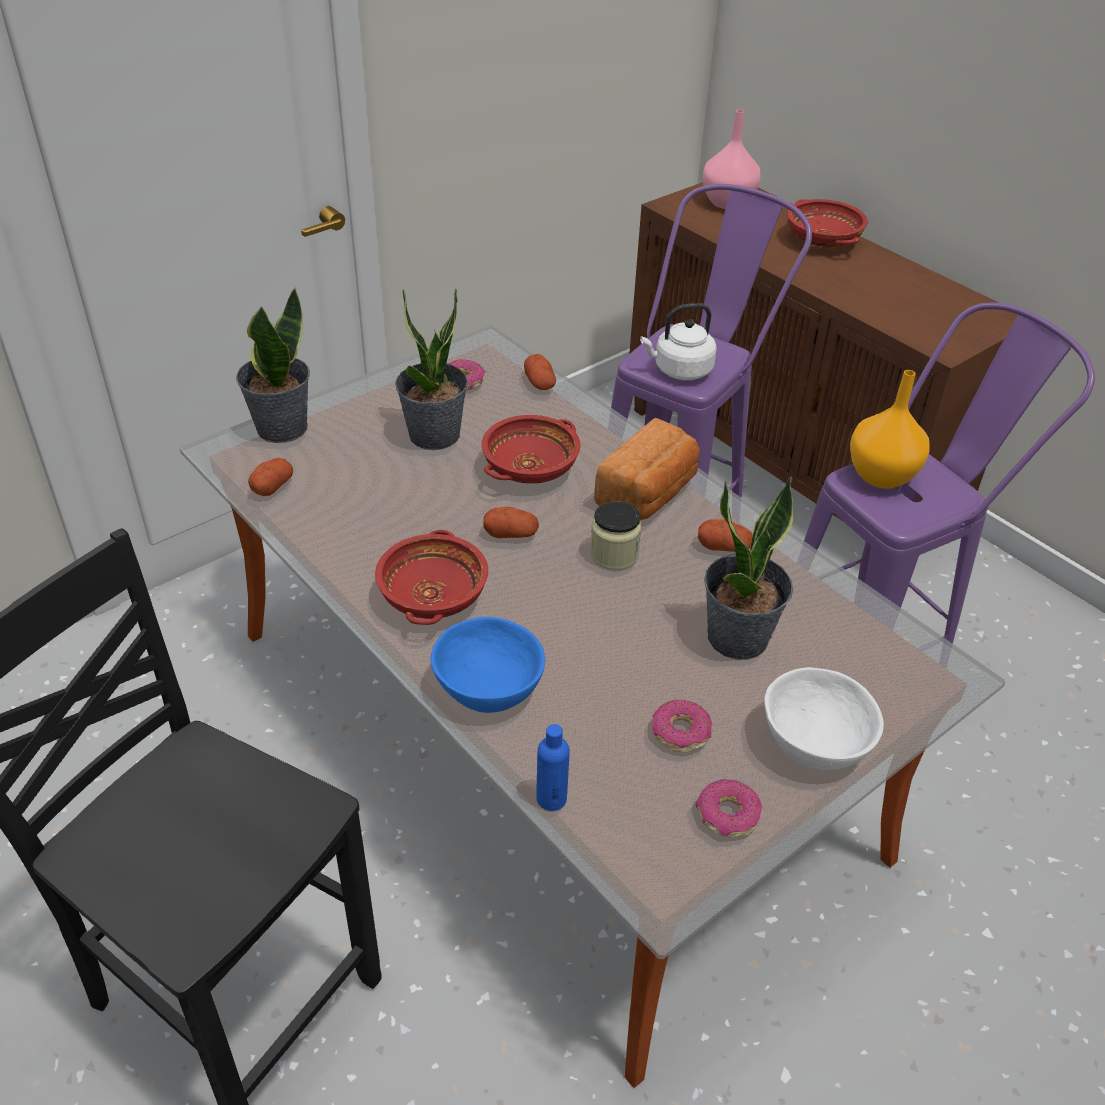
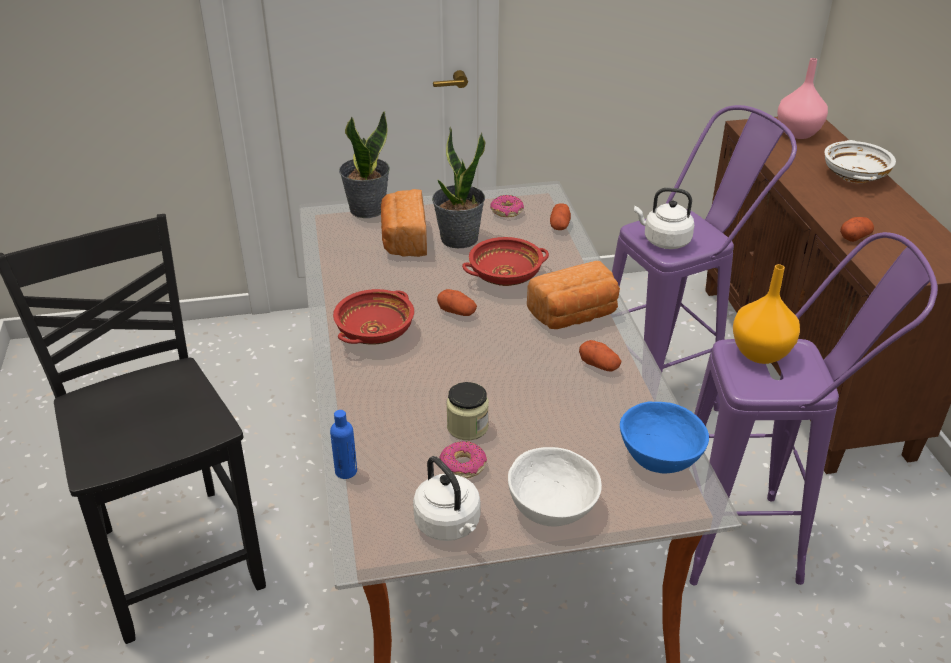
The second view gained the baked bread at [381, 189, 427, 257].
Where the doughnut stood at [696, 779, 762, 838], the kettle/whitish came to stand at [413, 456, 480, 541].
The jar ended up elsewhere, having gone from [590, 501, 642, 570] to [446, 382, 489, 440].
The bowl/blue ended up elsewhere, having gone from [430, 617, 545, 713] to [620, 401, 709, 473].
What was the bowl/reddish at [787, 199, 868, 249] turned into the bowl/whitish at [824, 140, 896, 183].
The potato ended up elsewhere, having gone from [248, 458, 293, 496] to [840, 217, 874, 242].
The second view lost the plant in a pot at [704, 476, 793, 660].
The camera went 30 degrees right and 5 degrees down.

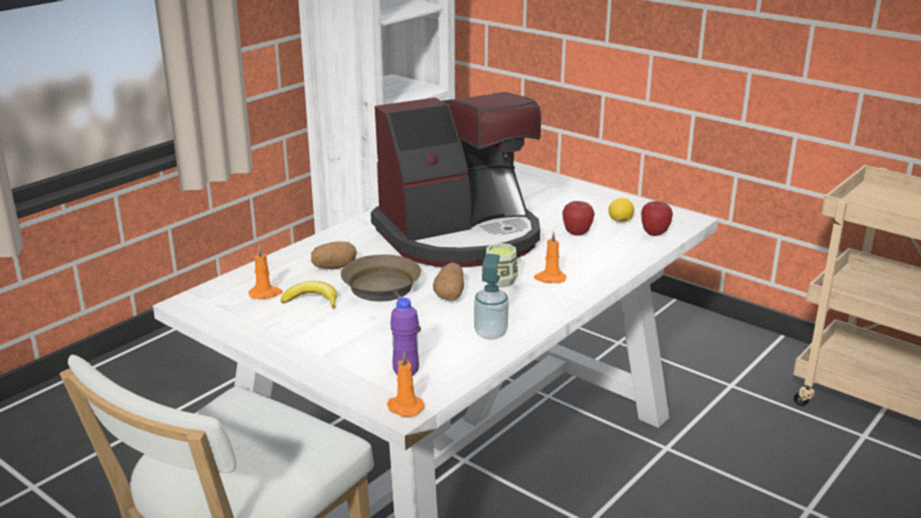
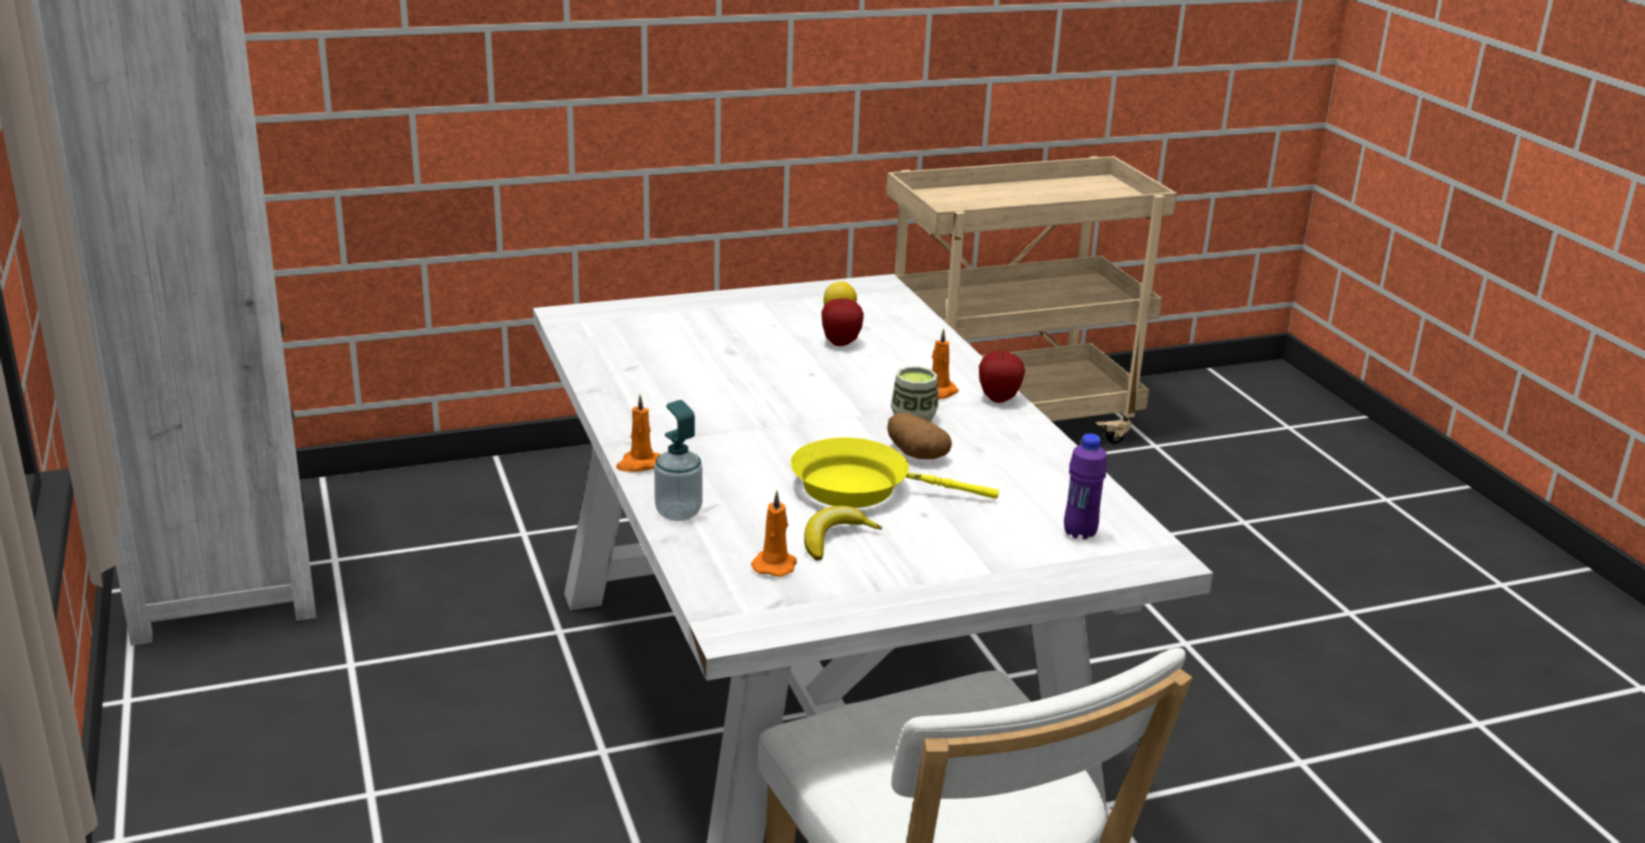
The candle/orange-coloured ended up elsewhere, having gone from [387, 352, 425, 417] to [616, 395, 661, 472].
The soap bottle ended up elsewhere, having gone from [474, 253, 509, 340] to [654, 400, 703, 521].
What was the pan/brown-coloured at [341, 254, 421, 333] turned into the pan/yellow at [791, 437, 999, 508].
The whole apple ended up elsewhere, having gone from [641, 201, 673, 236] to [979, 351, 1025, 403].
The second view lost the potato at [311, 241, 357, 269].
The second view lost the coffee brewer at [371, 92, 541, 268].
The camera went 60 degrees left and 0 degrees up.

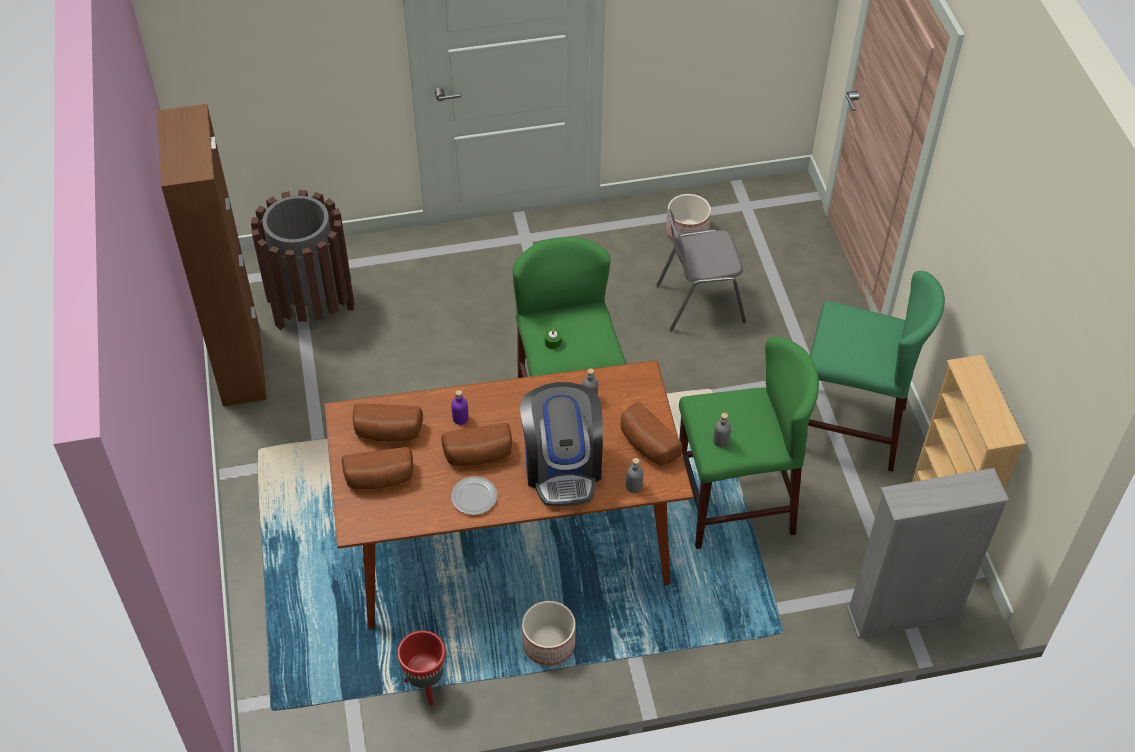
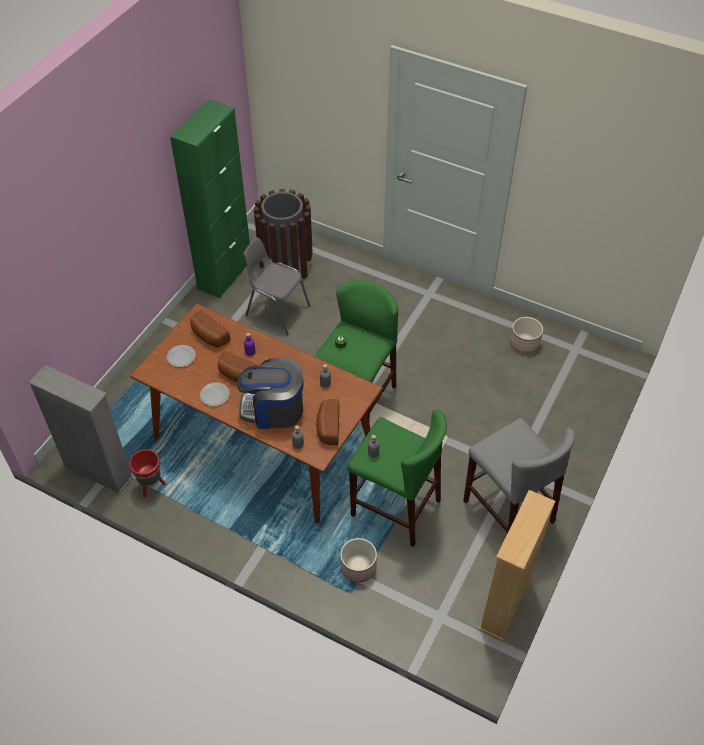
The bookshelf/gray ended up elsewhere, having gone from [846, 468, 1009, 638] to [28, 365, 134, 494].
Where the baked bread stood at [342, 447, 413, 489], the plate came to stand at [167, 345, 196, 367].
What was the storage cabinet/brown-coloured at [157, 104, 267, 406] turned into the storage cabinet/greenish at [170, 99, 250, 298].
The coffee brewer at [520, 382, 603, 507] ended up facing another way, 60 degrees clockwise from before.
The upright chair/gray ended up elsewhere, having gone from [656, 209, 746, 332] to [244, 238, 311, 335].
The flower pot ended up elsewhere, having gone from [522, 601, 576, 666] to [340, 538, 377, 582].
What was the stool/greenish at [808, 271, 945, 472] turned into the stool/gray at [463, 418, 575, 534].
The camera went 40 degrees right and 0 degrees up.

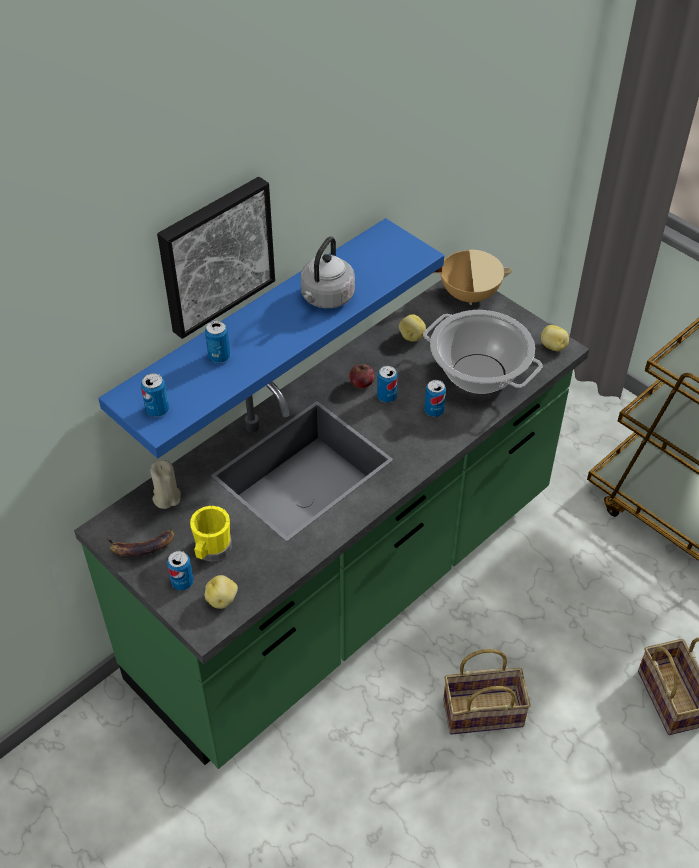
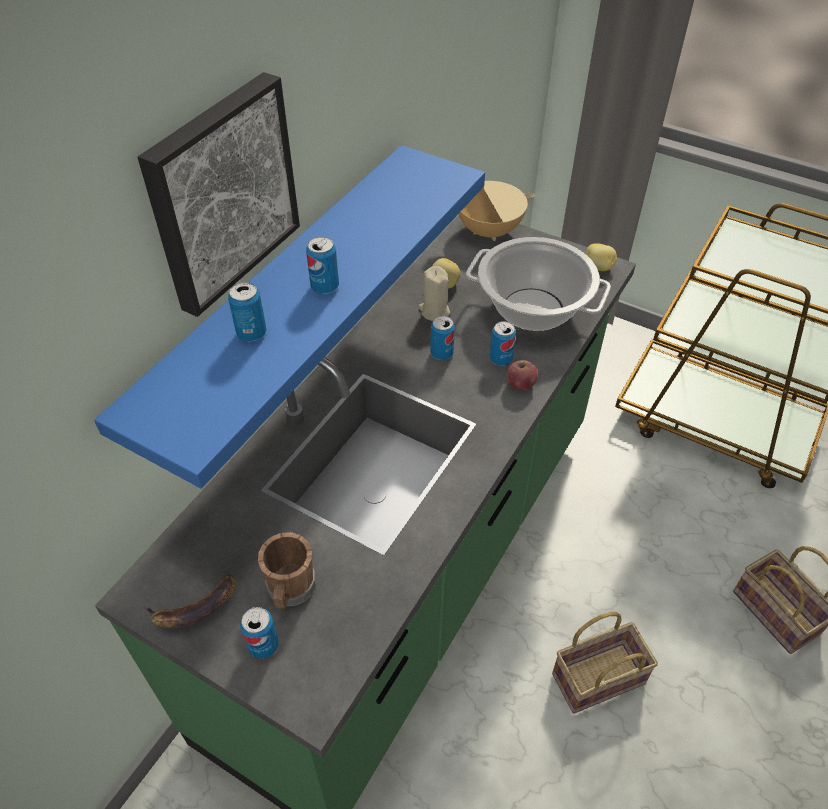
What was the mug/yellow at [190, 506, 232, 561] turned into the mug/brown-coloured at [258, 532, 316, 609].
The sealed can ended up elsewhere, having gone from [141, 373, 169, 417] to [306, 237, 339, 294].
The candle/beige ended up elsewhere, having gone from [150, 460, 181, 509] to [418, 266, 450, 321].
The whole apple ended up elsewhere, having gone from [349, 364, 375, 388] to [507, 360, 538, 391].
The second view lost the potato at [205, 575, 238, 609].
The second view lost the kettle/gray at [301, 236, 355, 308].
The camera went 15 degrees left and 0 degrees up.

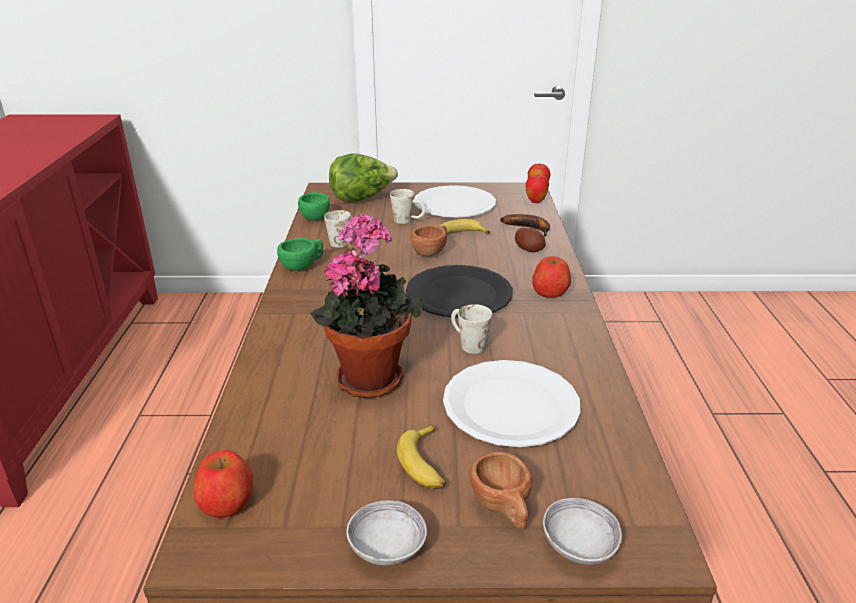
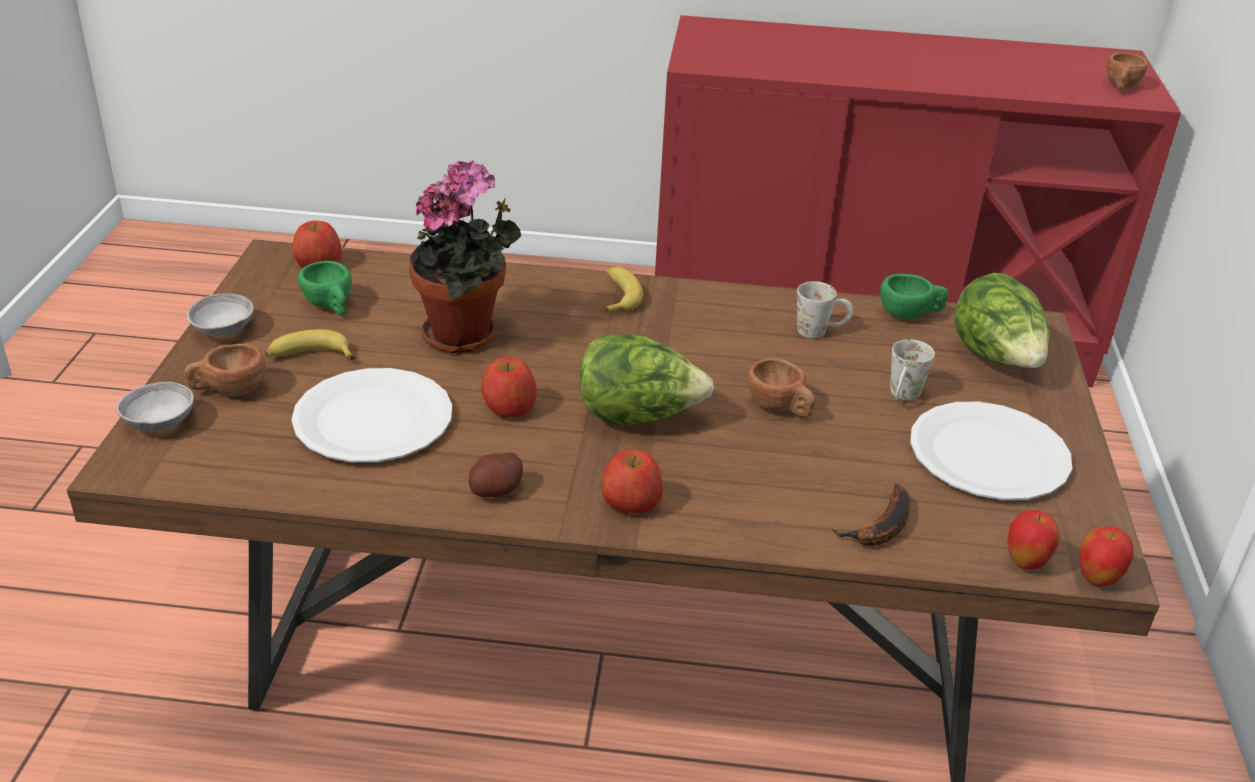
The drinking cup/greenish ended up elsewhere, having gone from [277, 238, 324, 271] to [298, 261, 352, 315].
The potato ended up elsewhere, having gone from [515, 228, 546, 252] to [469, 452, 523, 497].
Where the mug/whitish stood at [451, 304, 492, 354], the whole apple came to stand at [481, 357, 536, 417].
Where the plate/blackish stood at [406, 265, 513, 318], the head of lettuce came to stand at [579, 334, 714, 425].
The whole banana ended up elsewhere, having gone from [440, 219, 491, 235] to [605, 267, 643, 313].
The second view gained the drinking cup/brown-coloured at [1107, 53, 1148, 91].
The camera went 95 degrees right and 5 degrees up.

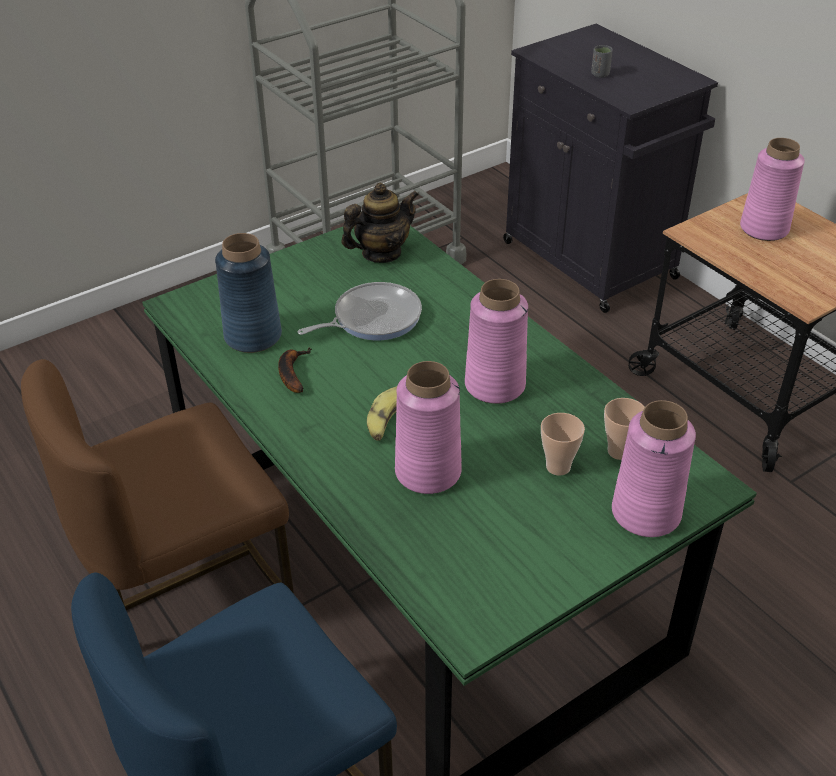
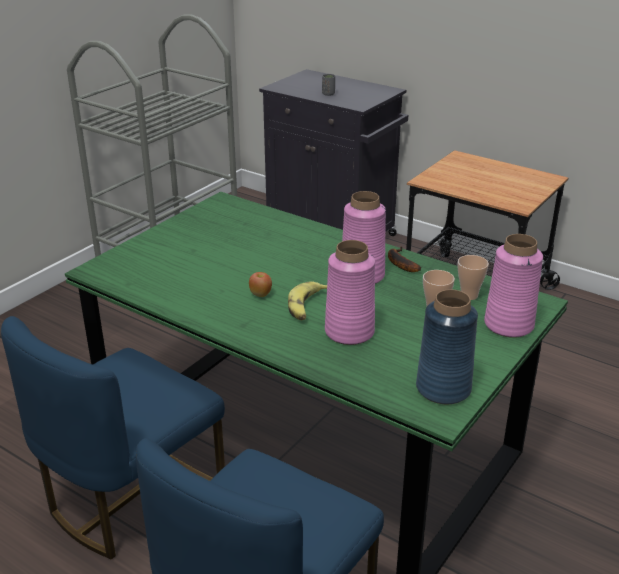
What was the upright chair/brown-coloured at [21, 359, 294, 610] turned into the upright chair/blue at [1, 316, 225, 560].
The second view gained the whole apple at [249, 272, 272, 297].
The whole banana ended up elsewhere, having gone from [278, 348, 312, 393] to [388, 247, 421, 272].
The flower vase/blue ended up elsewhere, having gone from [215, 233, 282, 353] to [416, 289, 478, 404].
The second view lost the pan at [297, 282, 422, 341].
The second view lost the teapot at [341, 183, 419, 263].
The second view lost the flower vase/pink-coloured at [740, 138, 805, 241].
The camera went 20 degrees left and 10 degrees down.

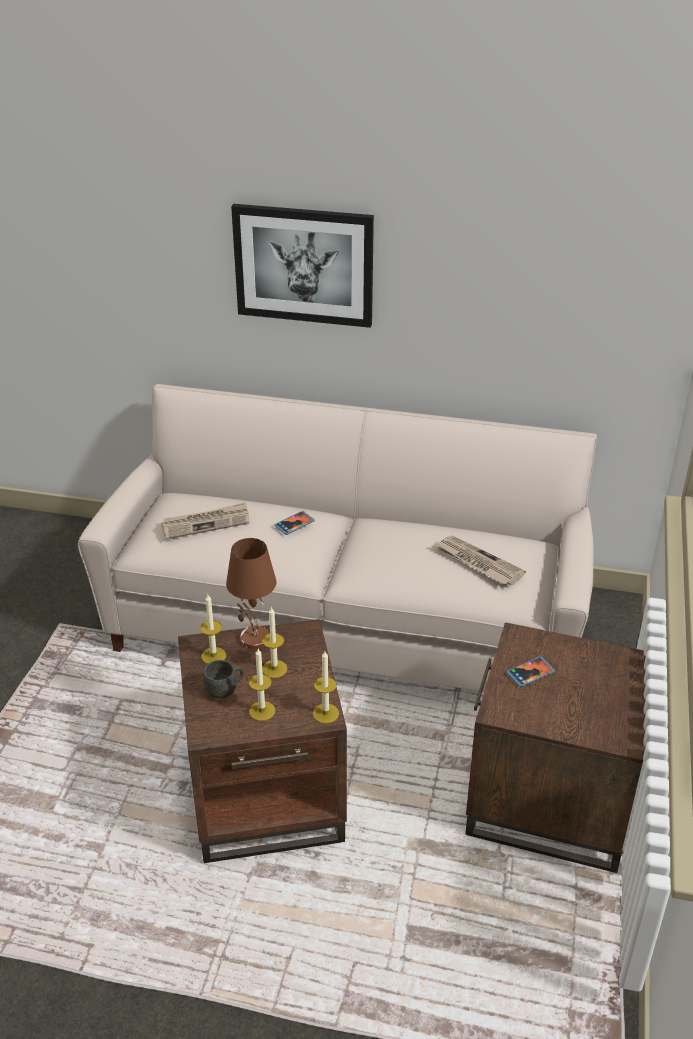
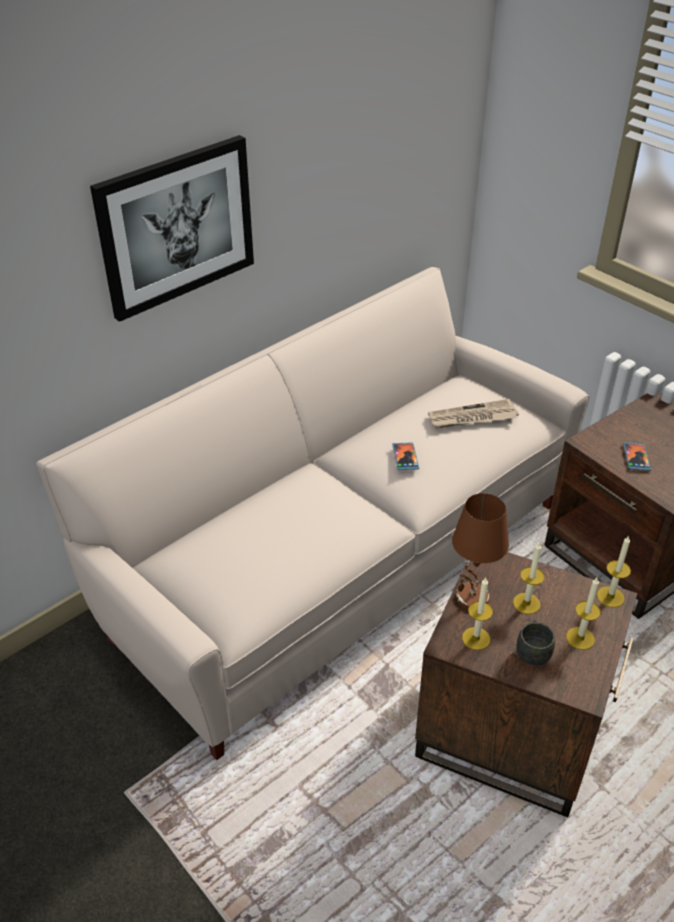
The handset ended up elsewhere, having gone from [274, 511, 315, 535] to [392, 442, 419, 470].
The second view lost the daily paper at [161, 502, 249, 540].
The camera went 55 degrees left and 5 degrees up.

